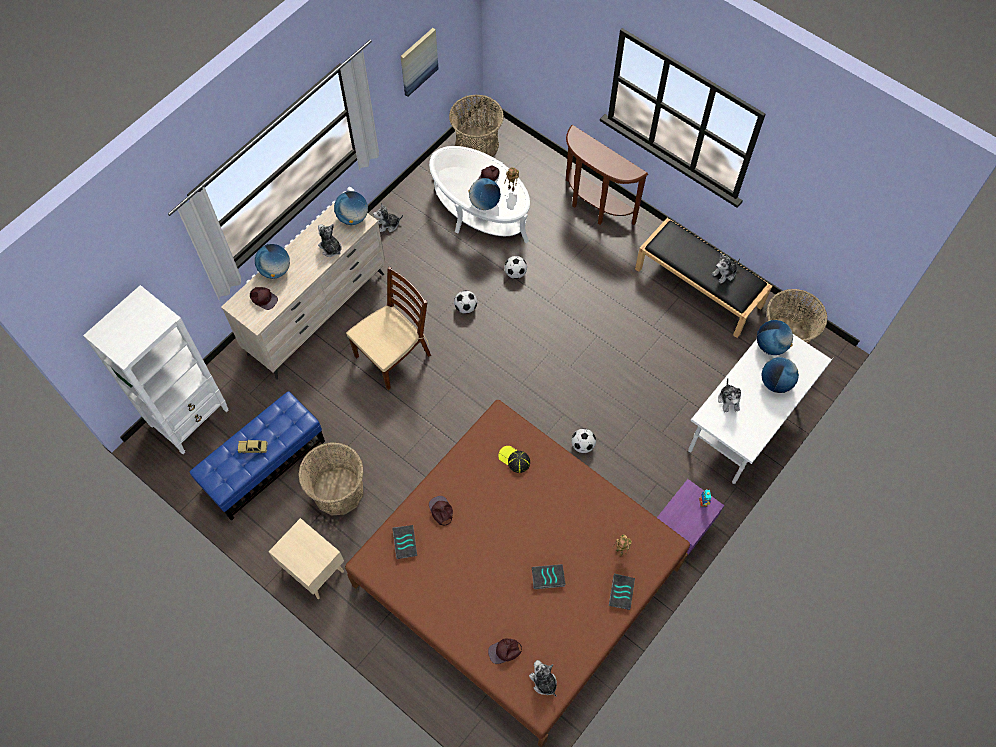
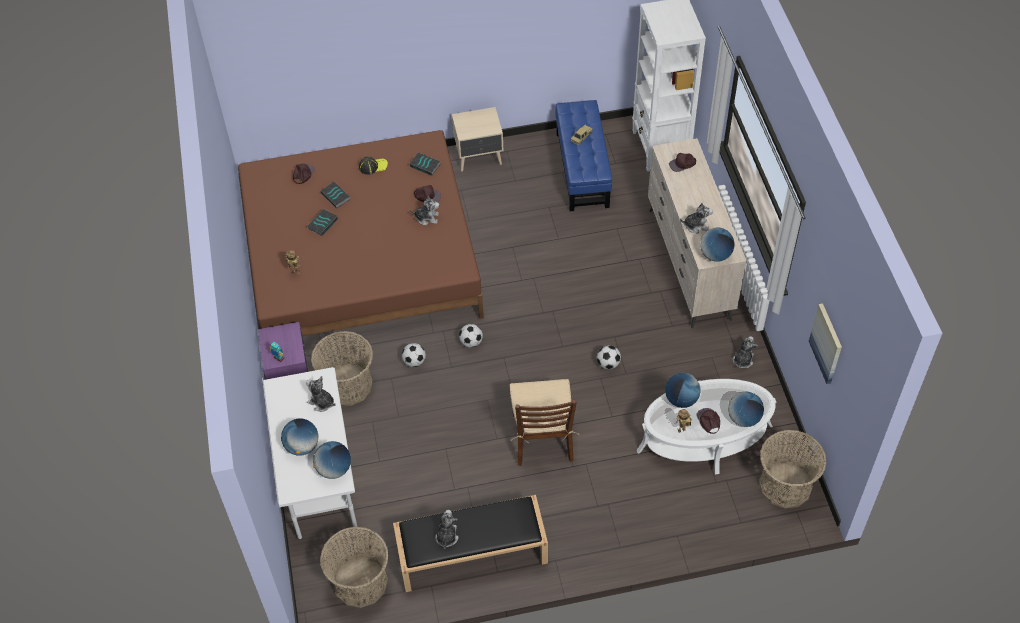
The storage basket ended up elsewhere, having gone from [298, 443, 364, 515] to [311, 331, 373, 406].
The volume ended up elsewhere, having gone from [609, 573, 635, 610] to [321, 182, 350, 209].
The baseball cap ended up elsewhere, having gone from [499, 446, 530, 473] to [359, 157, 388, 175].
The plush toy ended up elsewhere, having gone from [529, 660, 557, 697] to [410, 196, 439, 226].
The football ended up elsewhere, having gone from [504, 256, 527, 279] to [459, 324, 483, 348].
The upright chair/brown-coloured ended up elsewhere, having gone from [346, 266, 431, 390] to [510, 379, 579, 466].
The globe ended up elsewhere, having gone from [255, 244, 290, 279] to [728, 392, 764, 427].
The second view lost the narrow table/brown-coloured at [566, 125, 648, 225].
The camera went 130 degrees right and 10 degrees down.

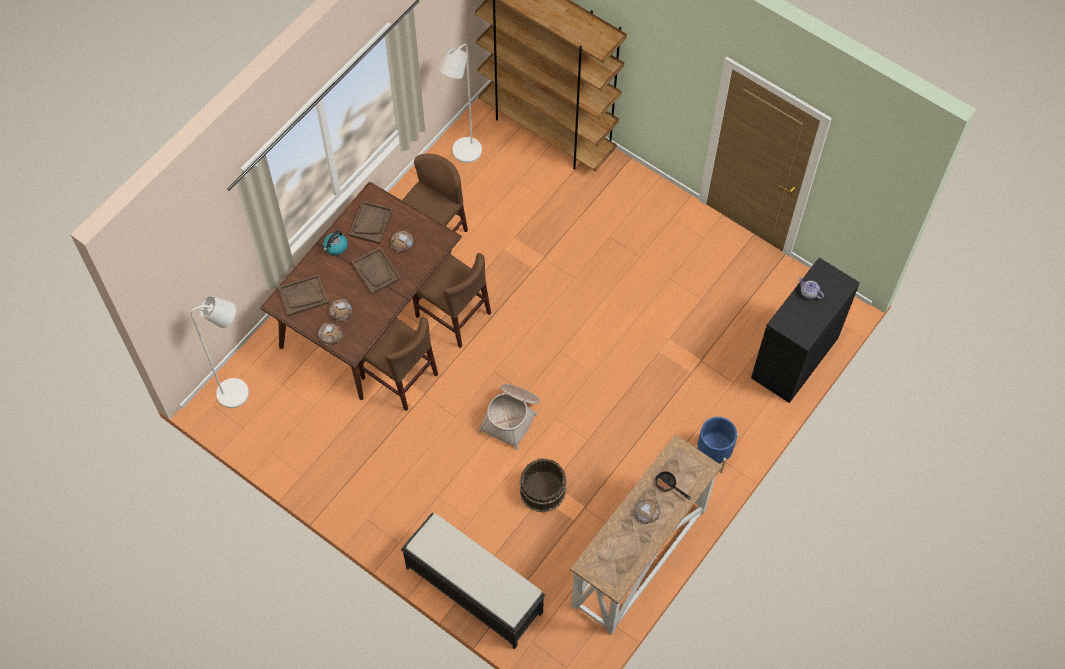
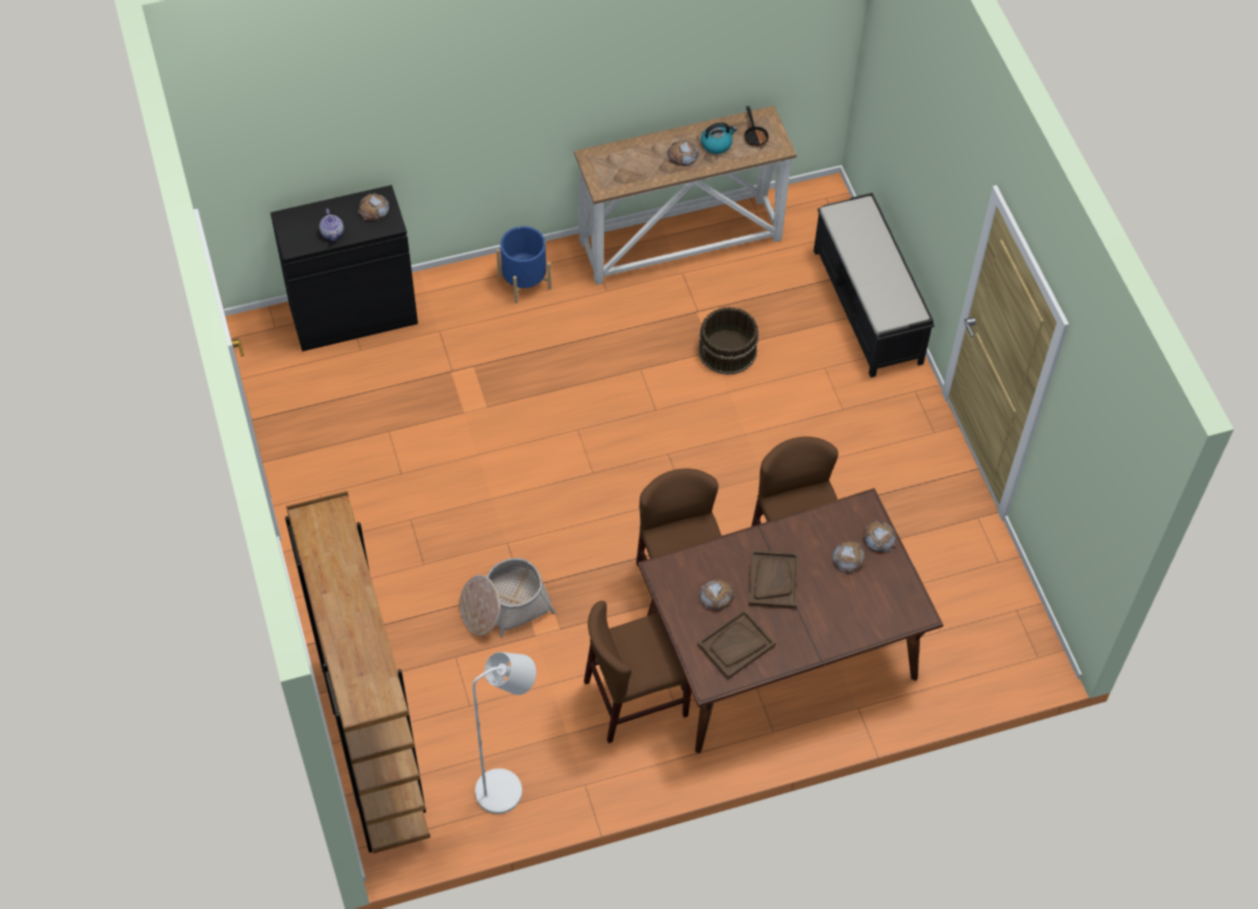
The second view gained the baked bread at [358, 193, 389, 221].
The storage basket ended up elsewhere, having gone from [478, 384, 540, 450] to [459, 558, 556, 637].
The kettle ended up elsewhere, having gone from [323, 230, 348, 255] to [701, 122, 737, 154].
The pan ended up elsewhere, having gone from [655, 472, 691, 499] to [744, 106, 770, 147].
The second view lost the standard lamp/whitish at [190, 296, 249, 408].
The second view lost the serving tray/brown-coloured at [278, 274, 329, 316].
The camera went 145 degrees left and 5 degrees down.

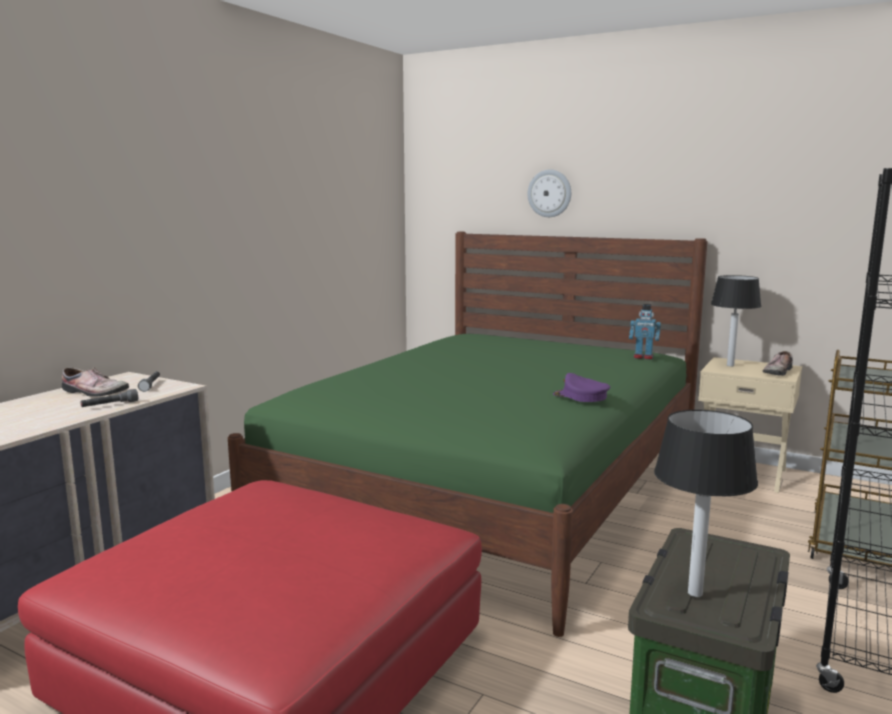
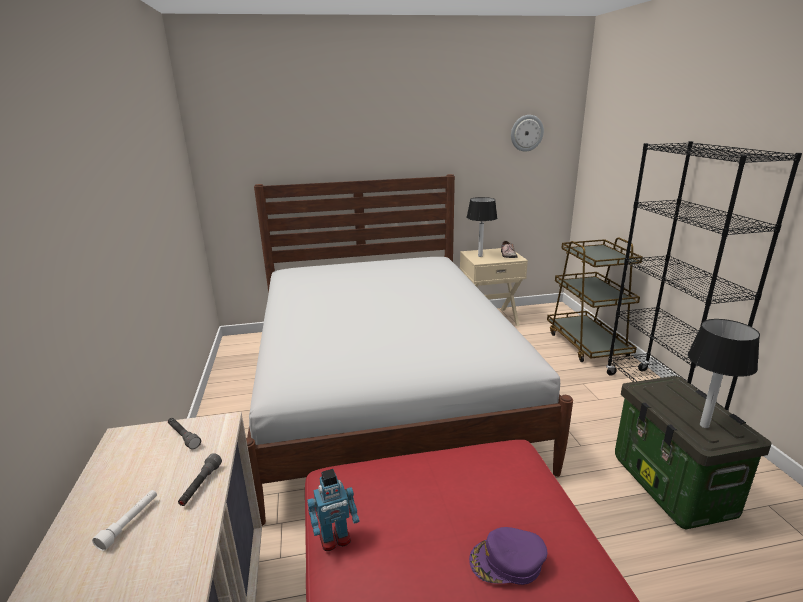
The second view gained the hand torch/whitish at [92, 490, 157, 551].
What was the sleeping bed/greenish at [228, 232, 708, 637] turned into the sleeping bed/whitish at [246, 174, 573, 526].
The model robot ended up elsewhere, having gone from [629, 304, 661, 359] to [307, 469, 359, 551].
The baseball cap/purplish ended up elsewhere, having gone from [553, 373, 610, 402] to [469, 527, 547, 585].
The clock on the wall ended up elsewhere, having gone from [527, 170, 571, 217] to [511, 115, 544, 152].
The second view lost the low shoe at [62, 367, 129, 397].
The camera went 40 degrees left and 10 degrees up.

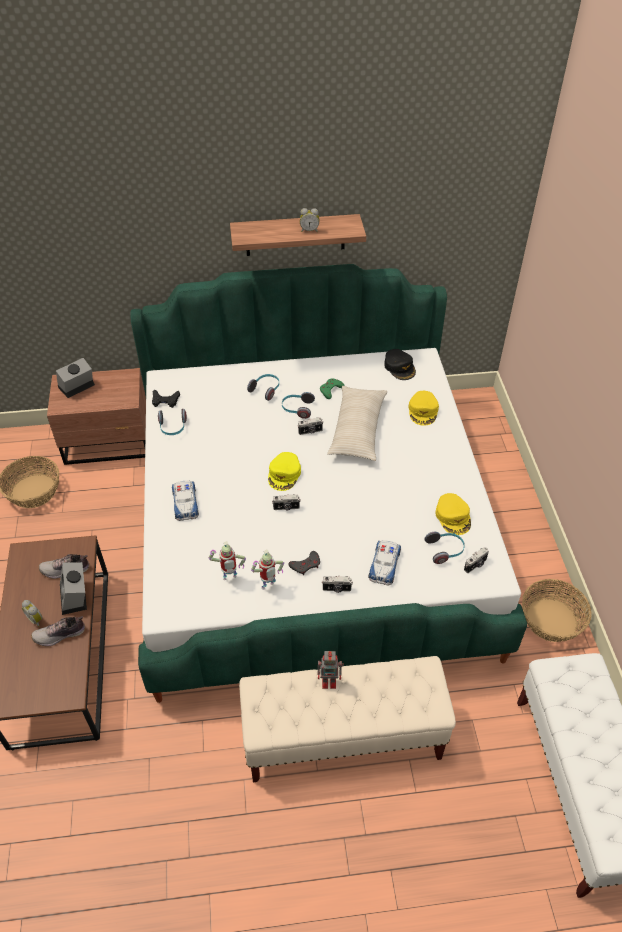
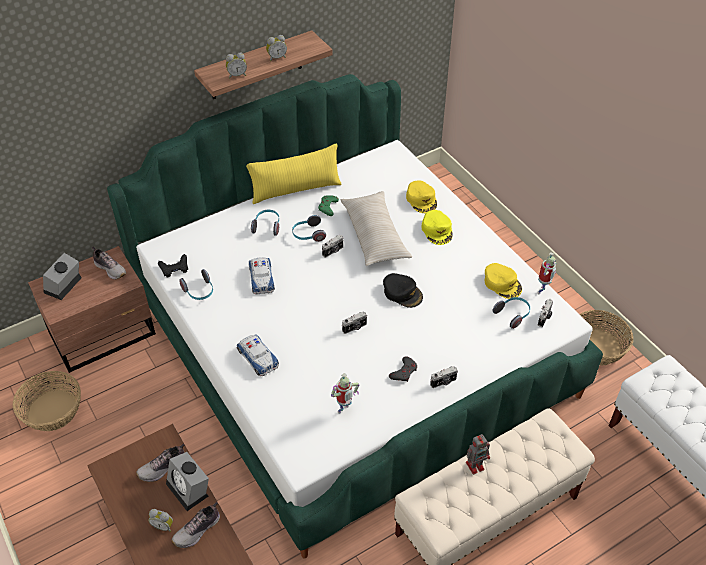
The second view gained the low shoe at [92, 247, 126, 279].
The second view gained the table clock at [226, 53, 247, 78].
The second view gained the cushion/yellow at [246, 144, 342, 204].
The toy car ended up elsewhere, having gone from [368, 540, 401, 585] to [249, 257, 275, 295].
The baseball cap/blackish ended up elsewhere, having gone from [384, 349, 416, 380] to [383, 273, 423, 308].
The baseball cap/yellow ended up elsewhere, having gone from [268, 452, 301, 491] to [422, 210, 453, 245].
The model robot ended up elsewhere, having gone from [251, 550, 284, 590] to [538, 252, 556, 294].
The camera went 25 degrees left and 0 degrees up.

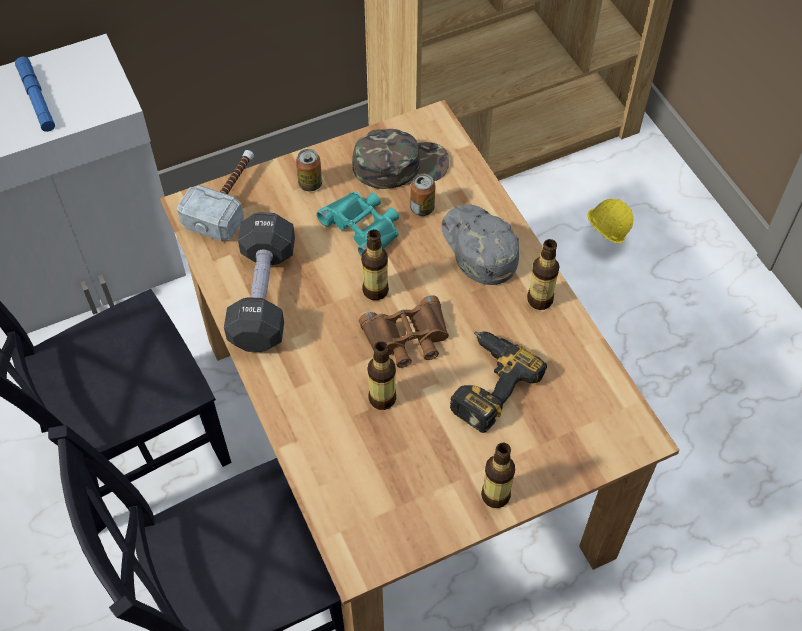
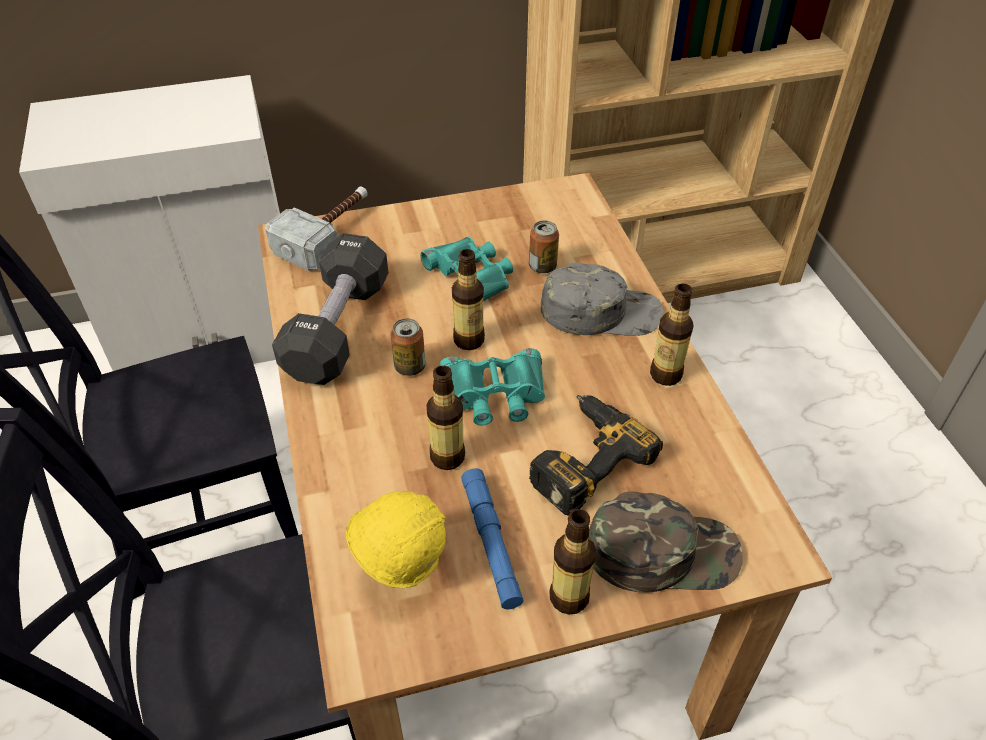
The hard hat/yellow ended up elsewhere, having gone from [588, 199, 634, 243] to [346, 491, 446, 588].
The sealed can ended up elsewhere, having gone from [296, 149, 322, 191] to [390, 318, 426, 376].
What was the field glasses/brown-coloured at [359, 295, 449, 368] turned into the field glasses/turquoise-coloured at [439, 348, 545, 426].
The hand torch/blue ended up elsewhere, having gone from [15, 57, 55, 132] to [461, 468, 524, 609].
The baseball cap/gray at [441, 204, 519, 285] ended up facing another way, 105 degrees clockwise from before.
The baseball cap/greenish ended up elsewhere, having gone from [352, 129, 449, 189] to [589, 491, 743, 593].
The camera went 10 degrees right and 10 degrees down.

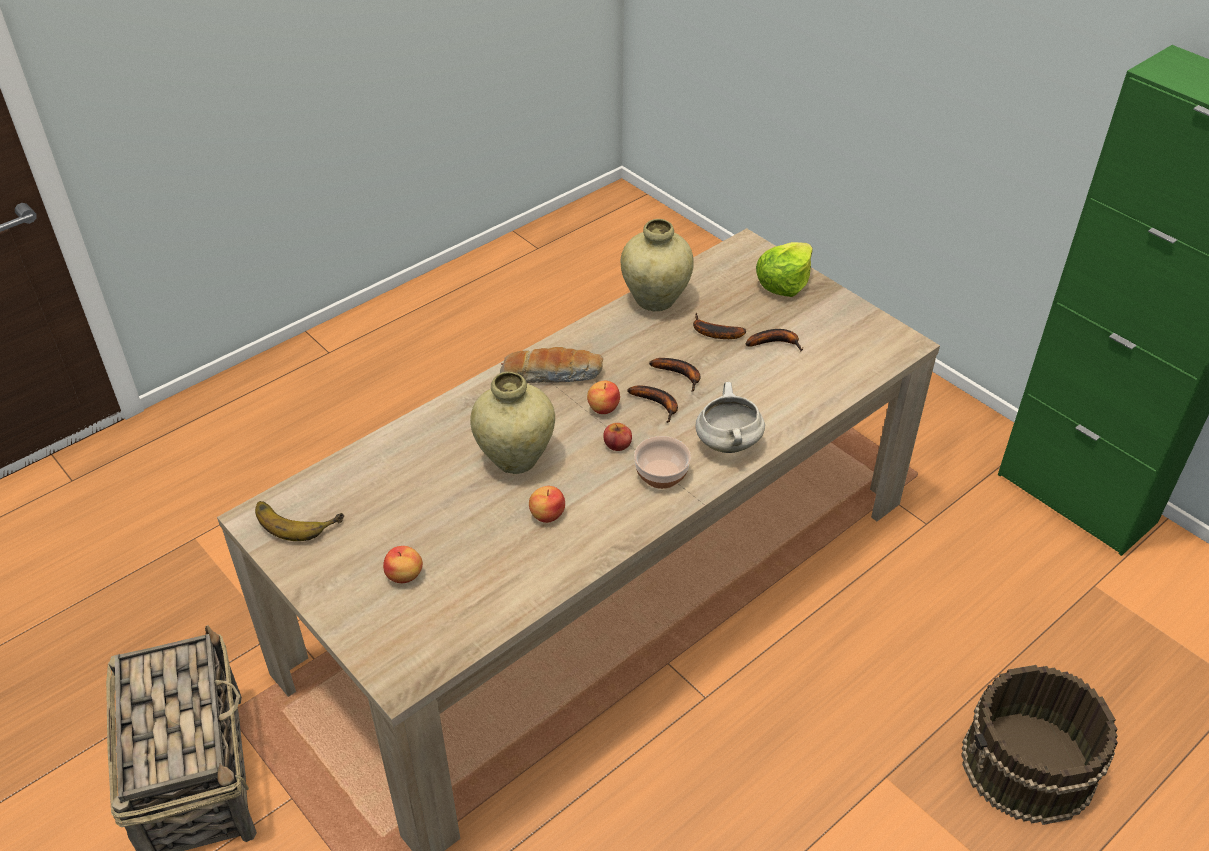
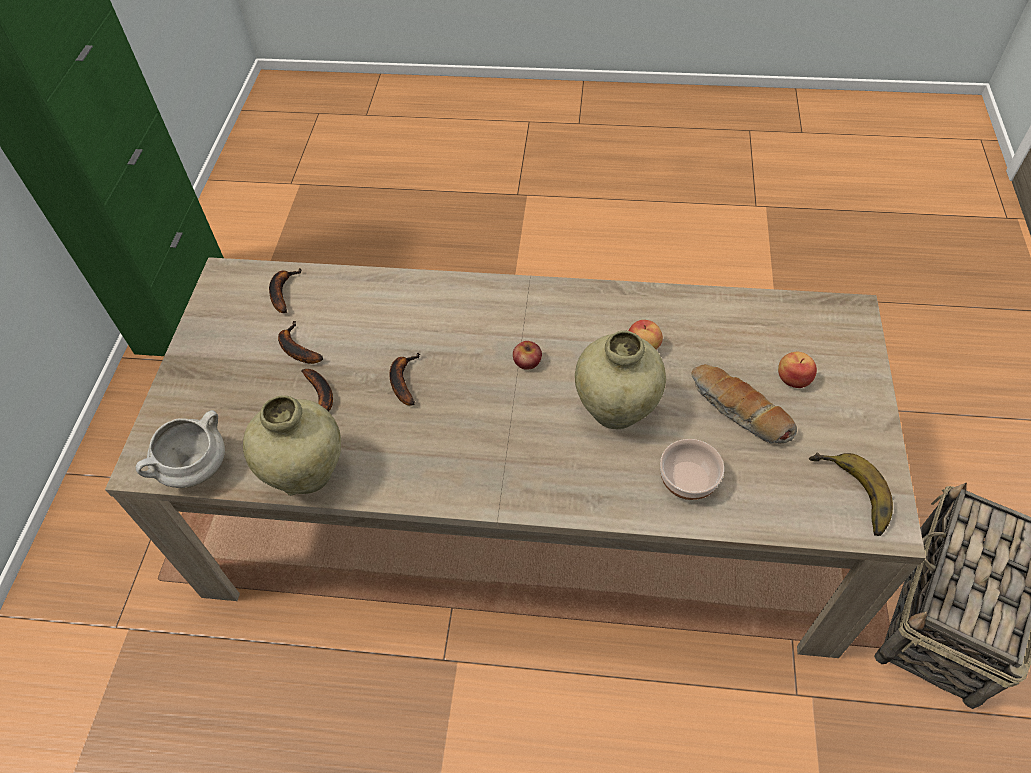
The saucepot/whitish ended up elsewhere, having gone from [695, 382, 765, 453] to [135, 410, 225, 488].
The whole banana ended up elsewhere, having gone from [627, 385, 678, 423] to [269, 268, 302, 313].
The bowl ended up elsewhere, having gone from [634, 436, 691, 489] to [660, 439, 724, 500].
The baked bread ended up elsewhere, having gone from [500, 347, 603, 383] to [691, 364, 797, 444].
The second view lost the whole apple at [587, 381, 620, 414].
The second view lost the head of lettuce at [756, 242, 813, 297].
The second view lost the water bucket/brown-coloured at [961, 665, 1118, 825].
The camera went 130 degrees left and 10 degrees up.

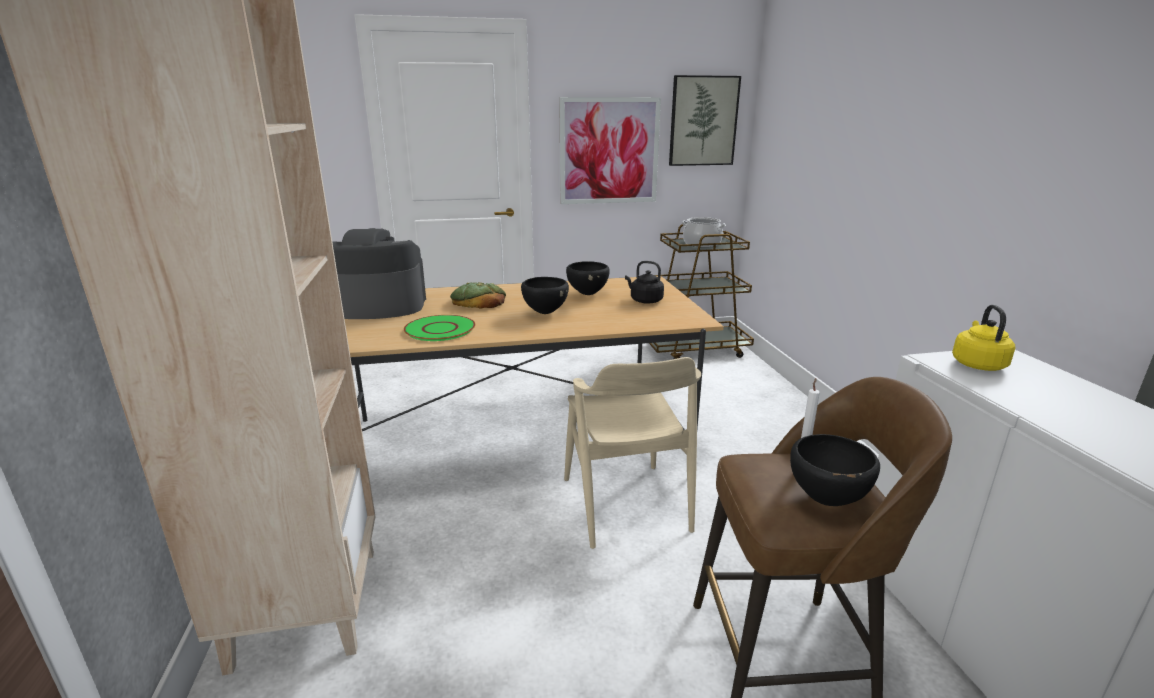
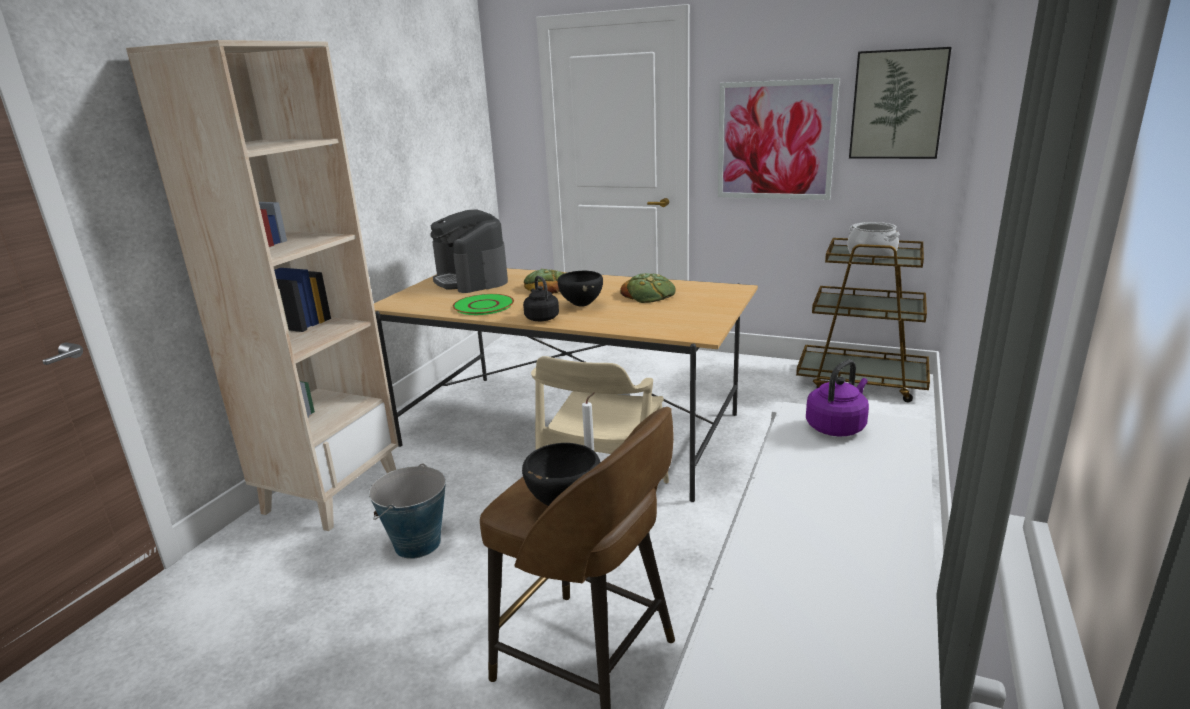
The second view gained the water bucket at [369, 463, 446, 559].
The coffee brewer at [332, 228, 426, 319] ended up facing another way, 150 degrees counterclockwise from before.
The kettle/blackish ended up elsewhere, having gone from [625, 261, 664, 304] to [523, 276, 559, 321].
Where the bowl/blackish stood at [566, 261, 610, 295], the baked bread came to stand at [620, 273, 676, 303].
What was the kettle/yellow at [952, 305, 1015, 371] turned into the kettle/purplish at [806, 360, 869, 436].
The camera went 35 degrees right and 0 degrees up.

